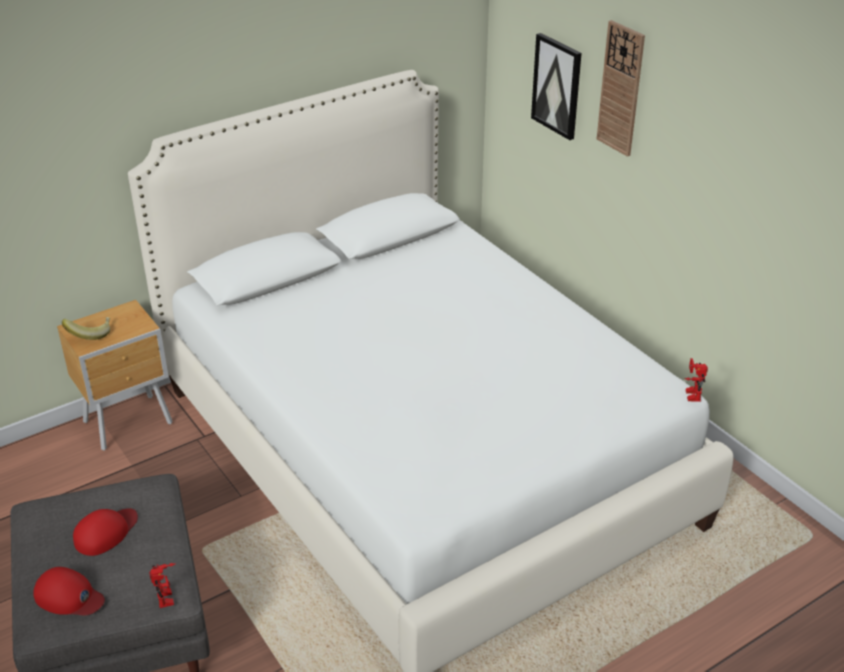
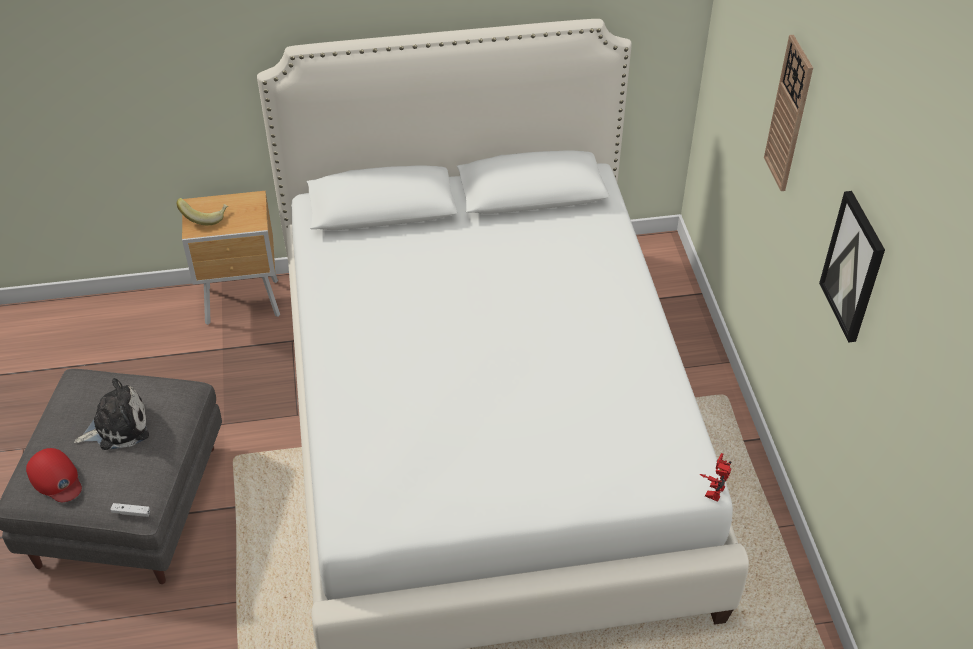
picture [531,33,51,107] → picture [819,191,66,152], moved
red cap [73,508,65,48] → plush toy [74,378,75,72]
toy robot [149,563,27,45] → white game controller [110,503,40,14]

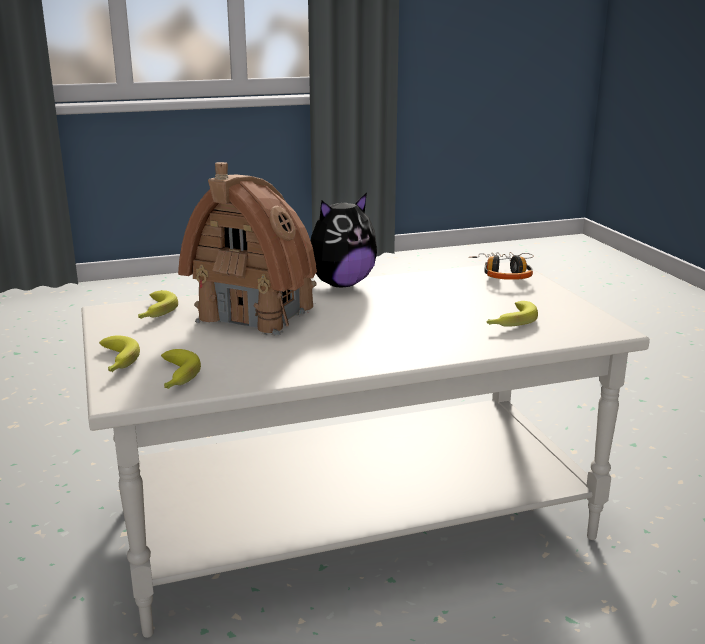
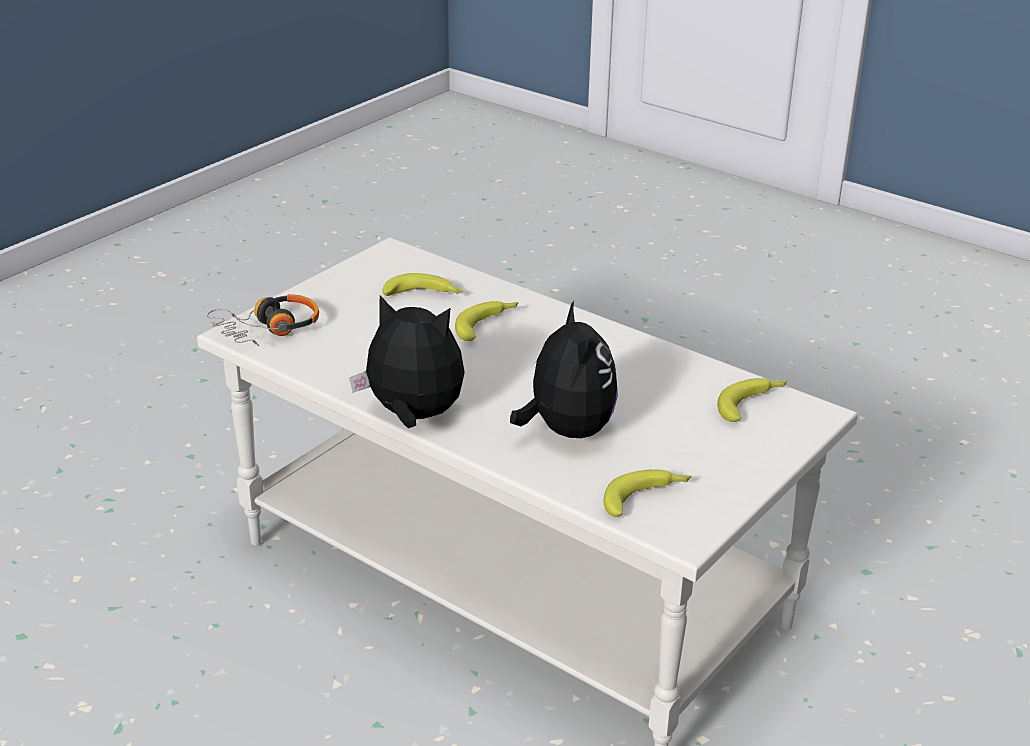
banana [99,335,41,37] → banana [455,301,63,40], moved
toy house [178,162,139,174] → plush toy [510,301,108,137]

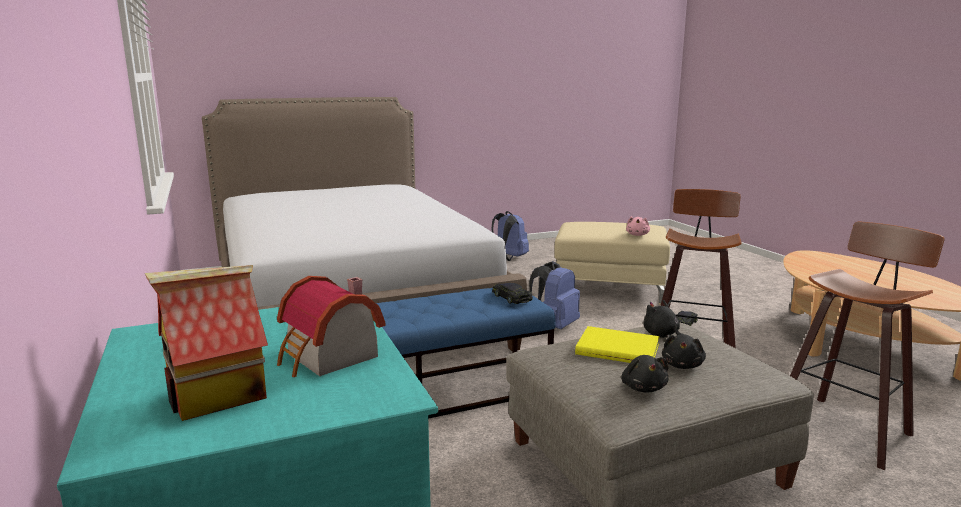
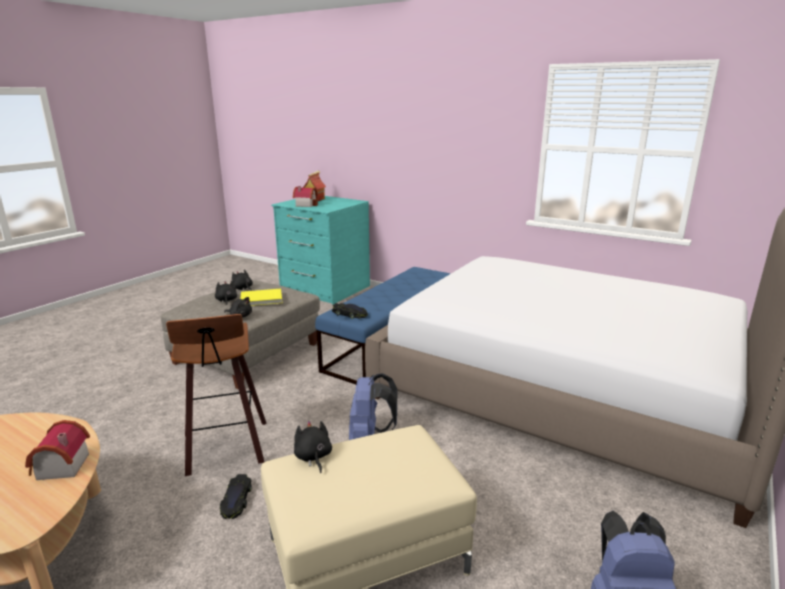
stool [790,222,155,248] → -
- → toy house [25,420,65,60]
pink plush toy [626,216,24,20] → black plush toy [294,421,38,52]

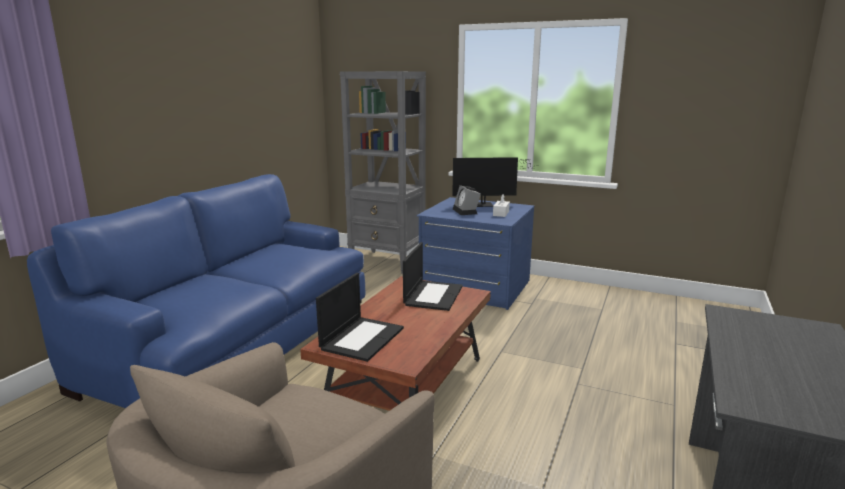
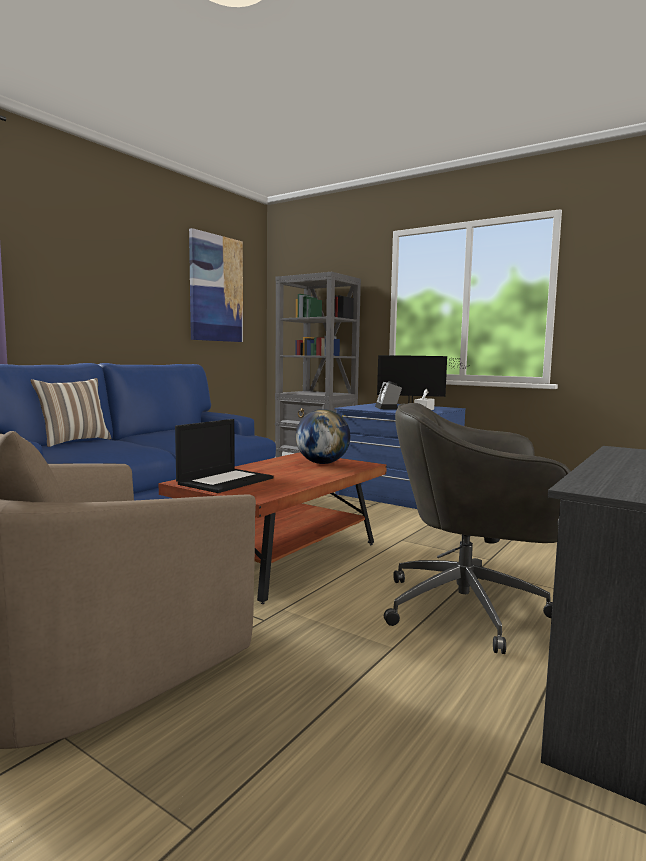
- → pillow [31,378,80,69]
- → picture [189,228,54,114]
- → grey office chair [384,403,187,251]
laptop [403,242,60,69] → globe [296,409,54,55]

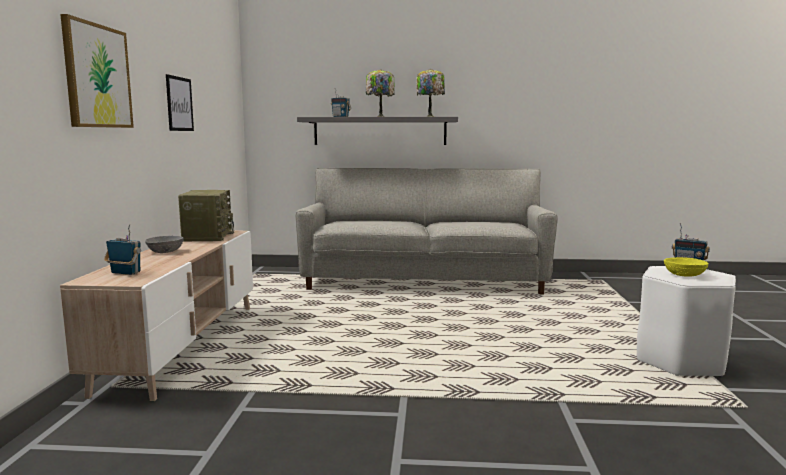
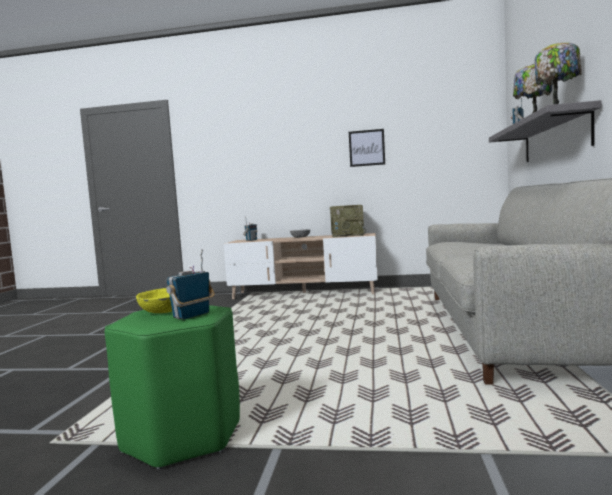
picture [60,14,74,114] → -
white stool [637,266,99,112] → green stool [104,305,136,164]

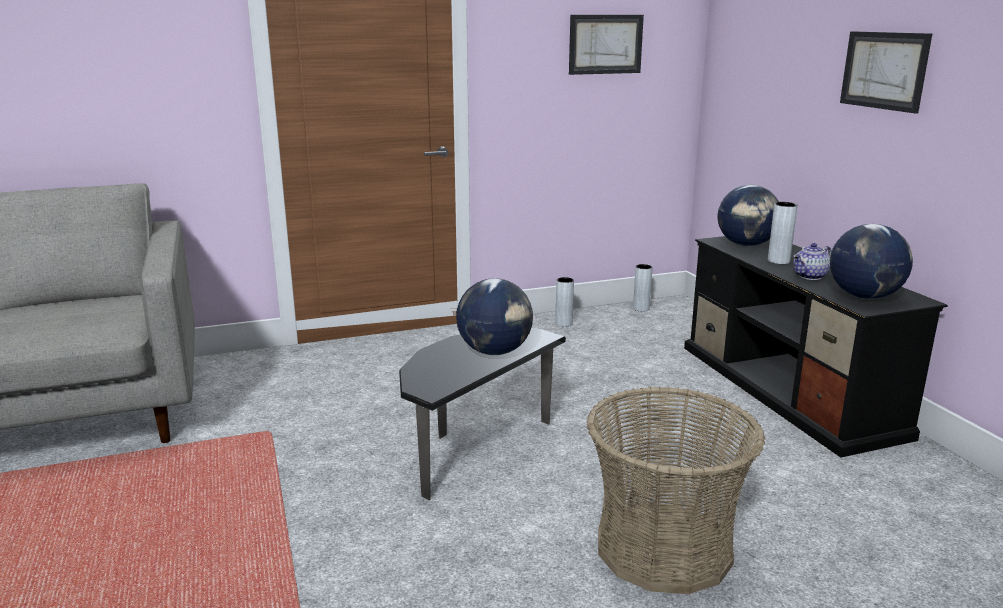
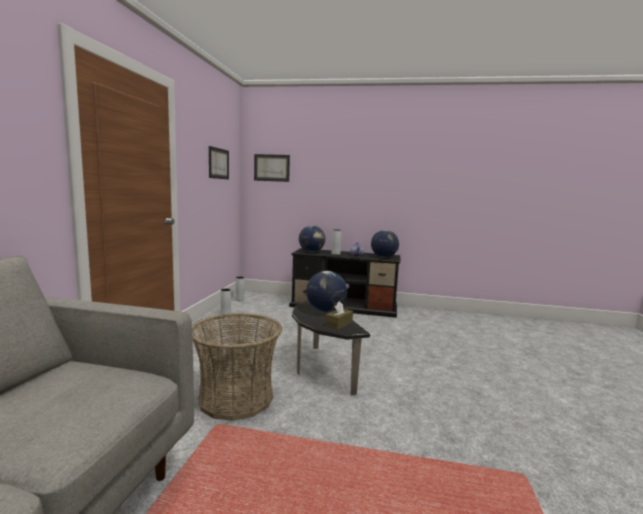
- → brown tissue box [326,301,27,29]
basket [587,387,178,207] → basket [192,313,90,108], moved
picture [840,31,92,83] → picture [254,154,36,28], moved

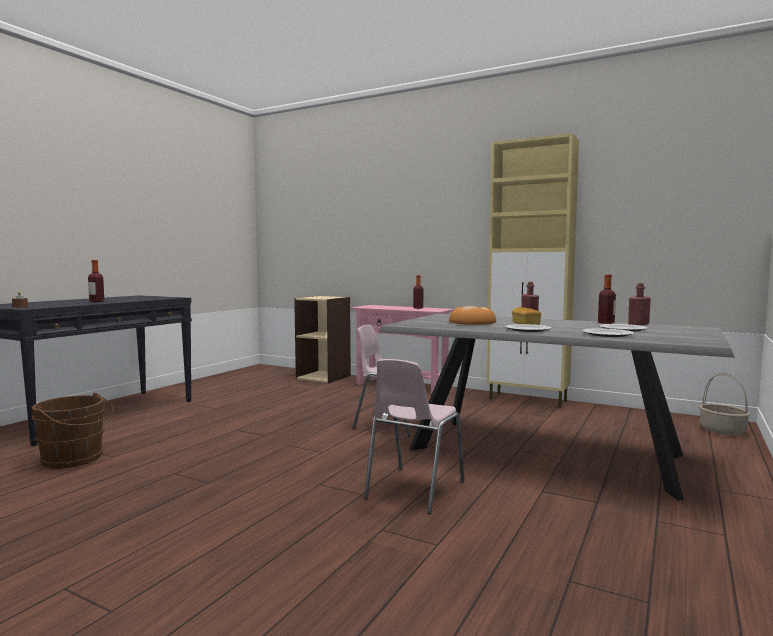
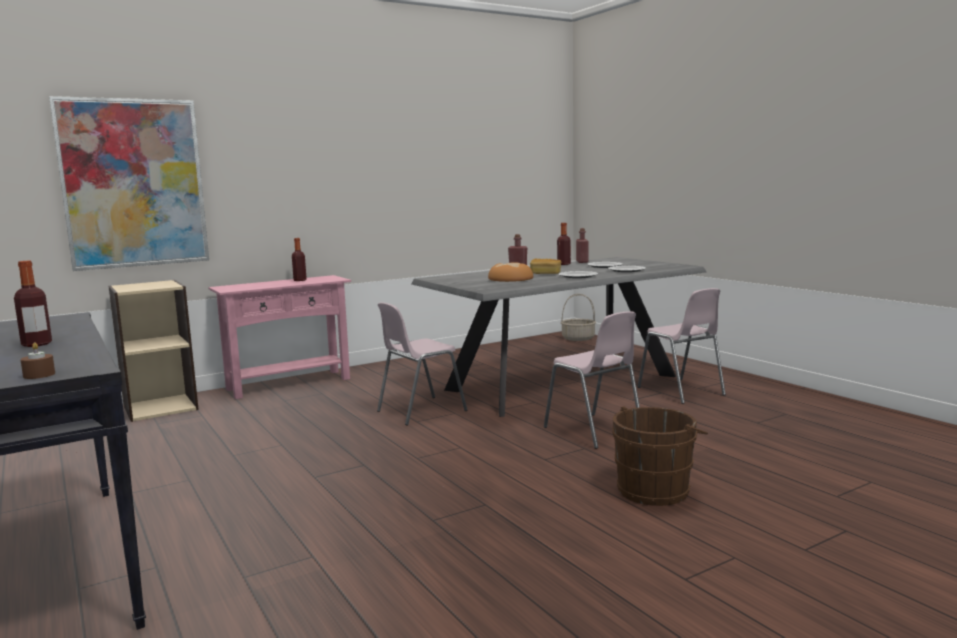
beige cabinet [487,133,92,275] → -
- → picture [49,96,160,175]
- → pink chair [637,288,89,116]
brown bucket [32,393,82,76] → brown bucket [612,406,96,100], moved

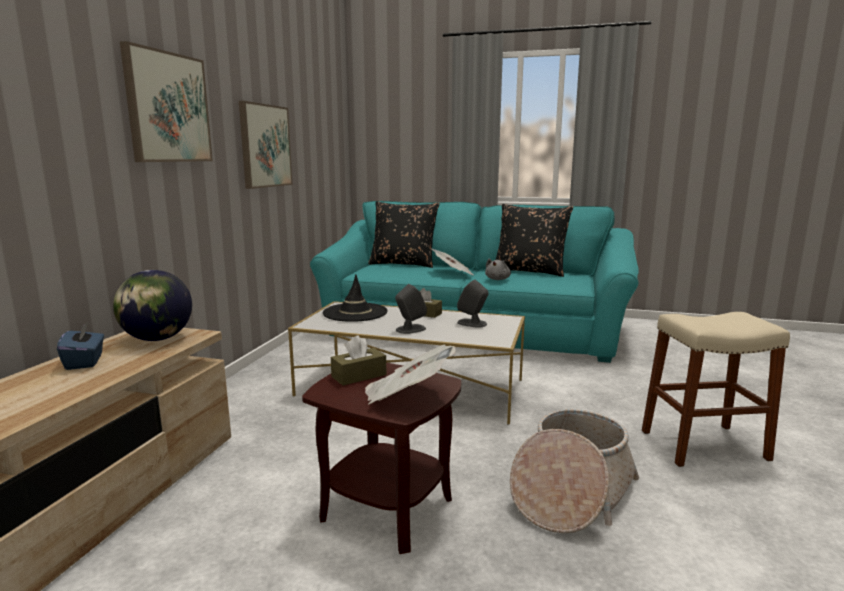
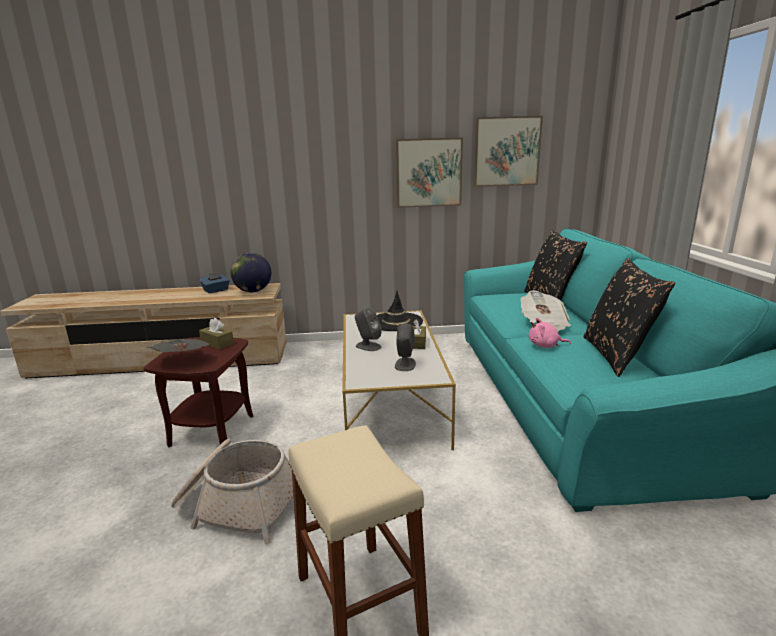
picture [120,41,93,121] → picture [473,116,70,71], moved
grey plush toy [485,259,26,21] → pink plush toy [529,318,42,30]

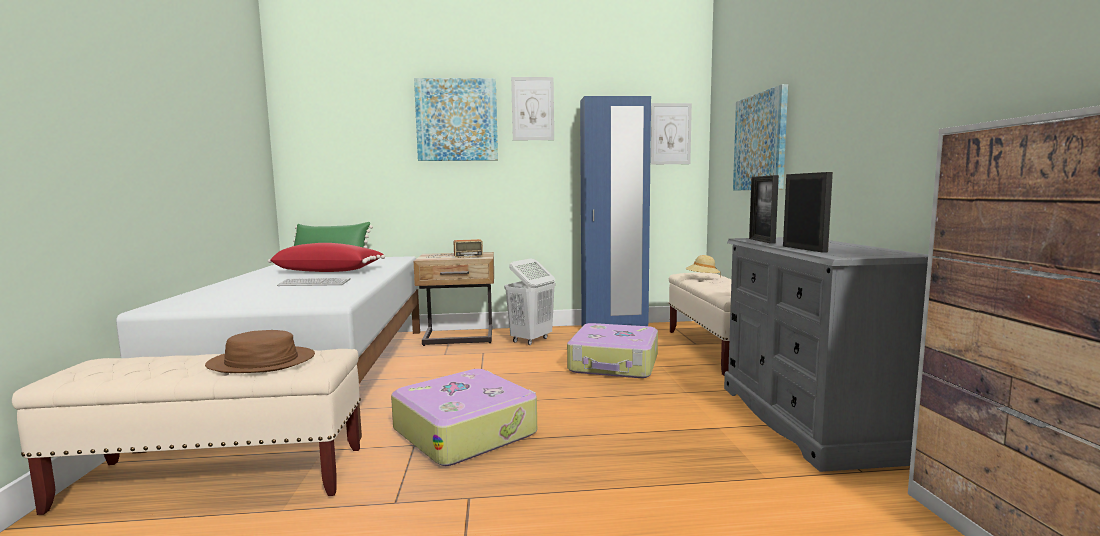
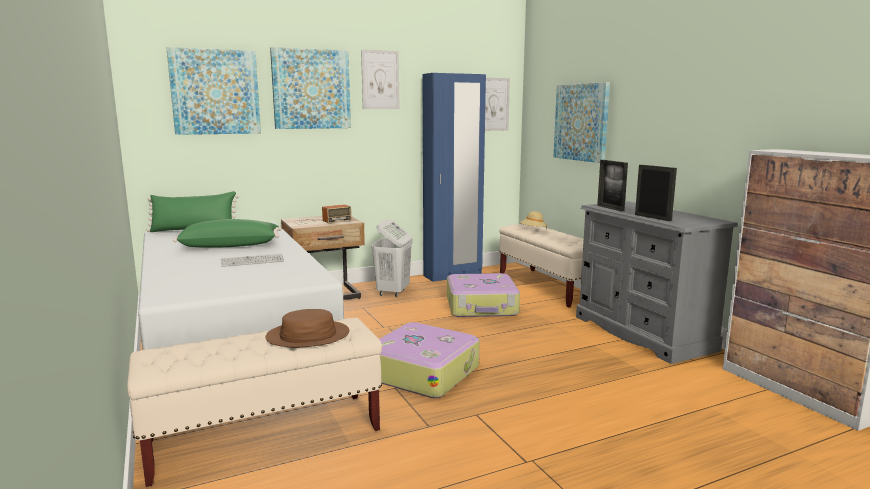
- → picture [167,47,94,88]
red pillow [268,243,117,29] → green pillow [173,219,109,29]

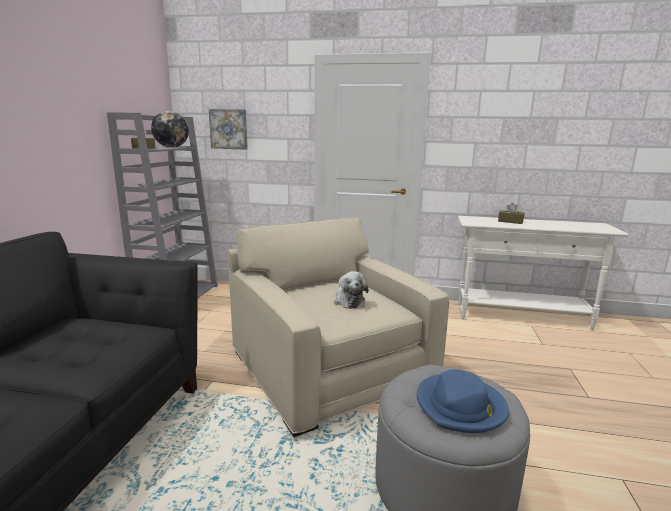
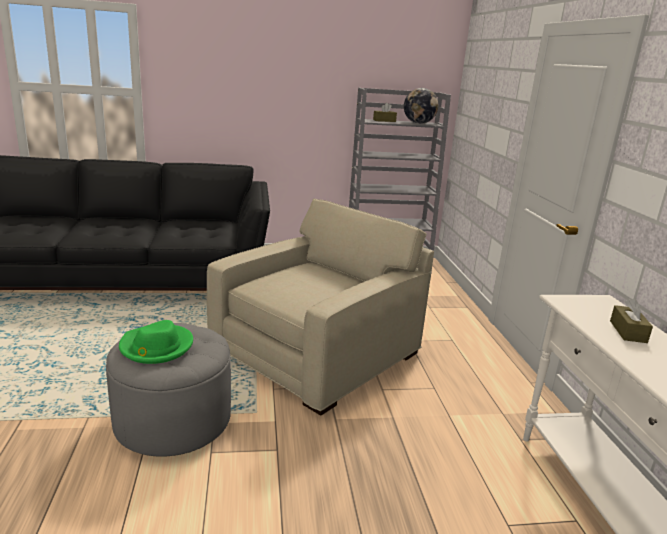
picture [209,109,39,41] → -
plush toy [334,271,35,38] → -
blue hat [417,369,92,64] → green hat [119,320,74,44]

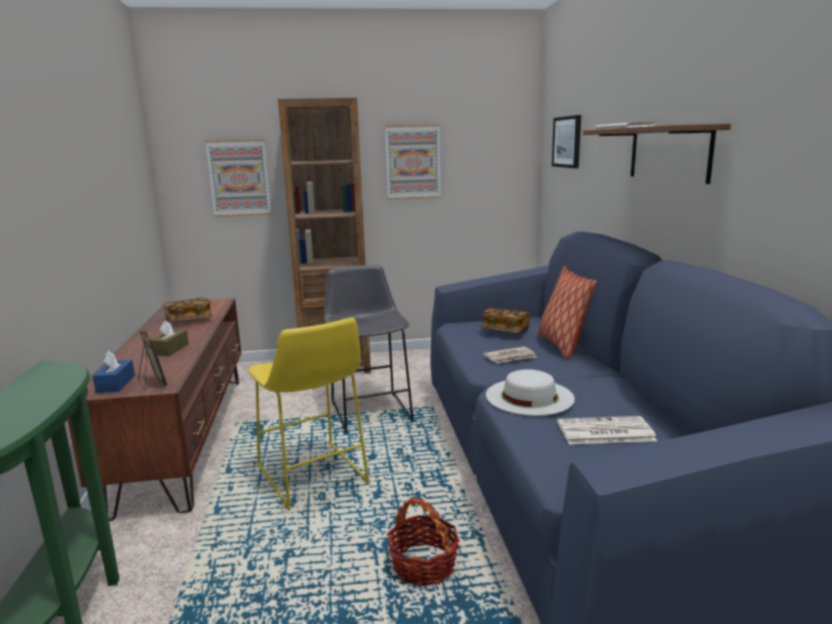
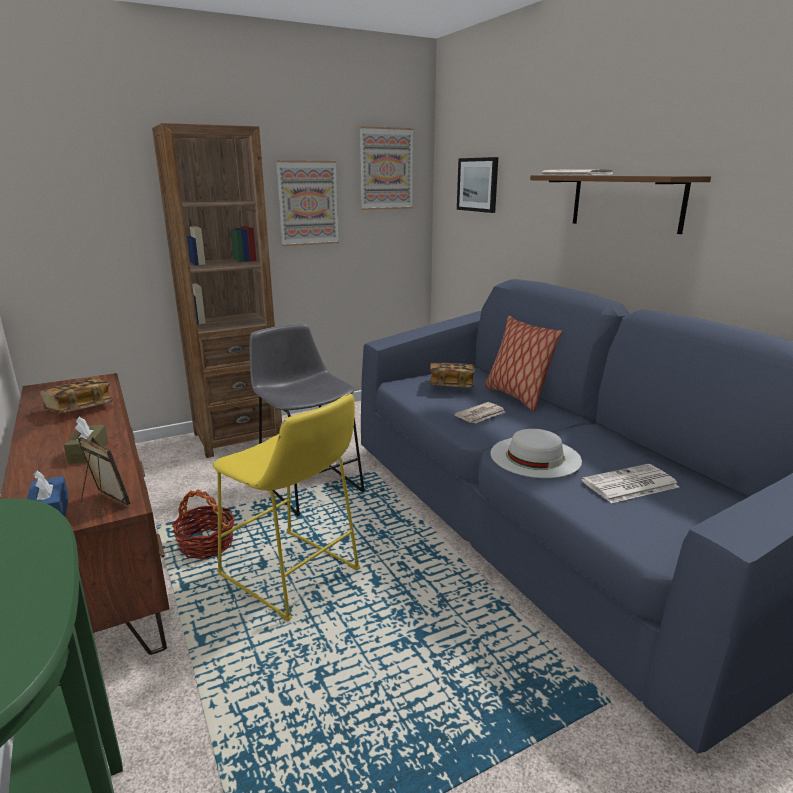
picture [205,139,66,78] → picture [359,126,55,84], moved
basket [388,497,72,90] → basket [172,489,63,70], moved

